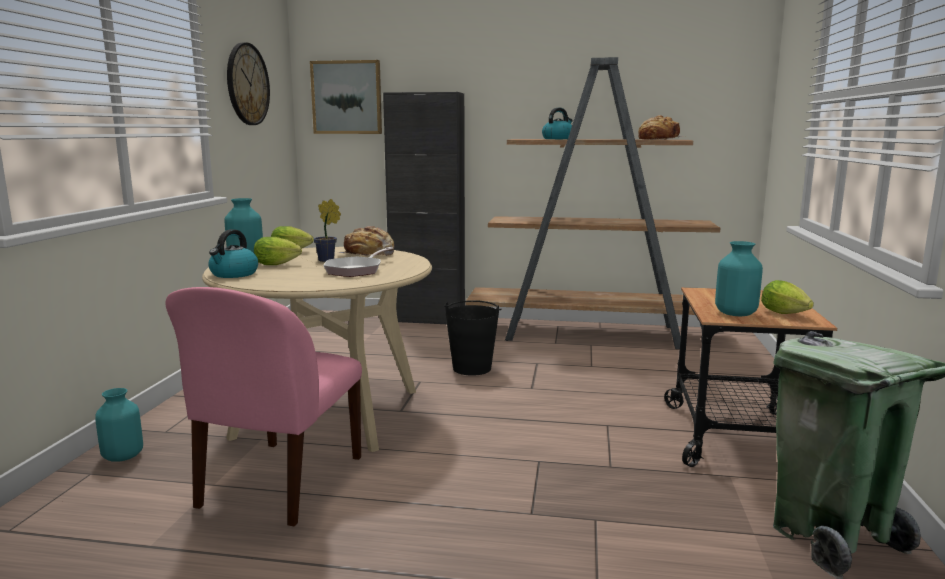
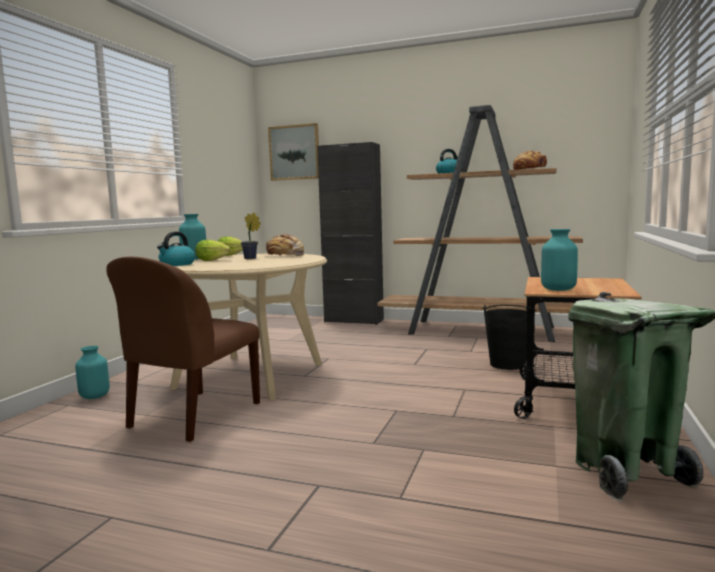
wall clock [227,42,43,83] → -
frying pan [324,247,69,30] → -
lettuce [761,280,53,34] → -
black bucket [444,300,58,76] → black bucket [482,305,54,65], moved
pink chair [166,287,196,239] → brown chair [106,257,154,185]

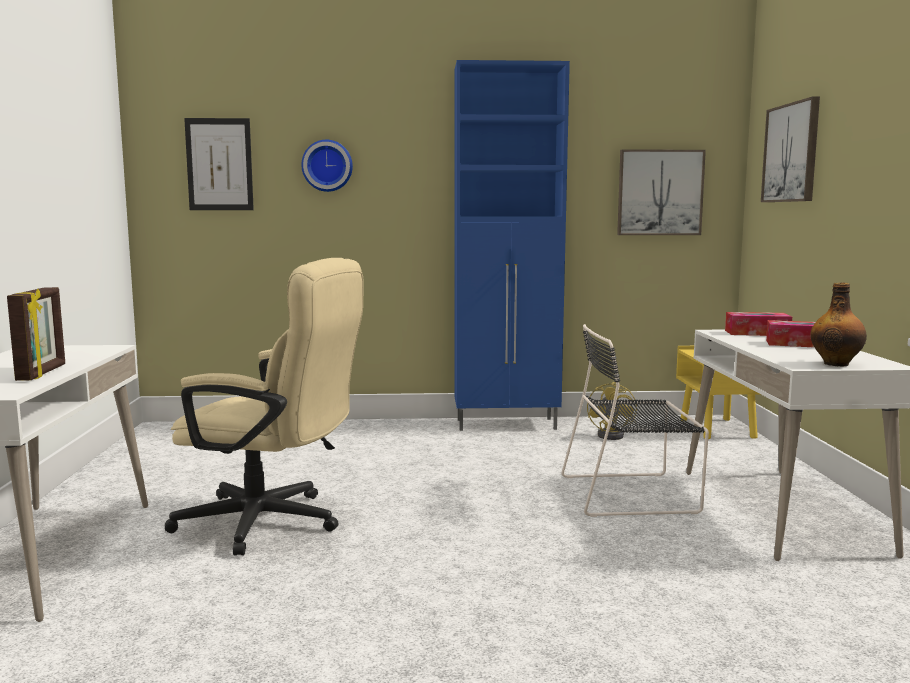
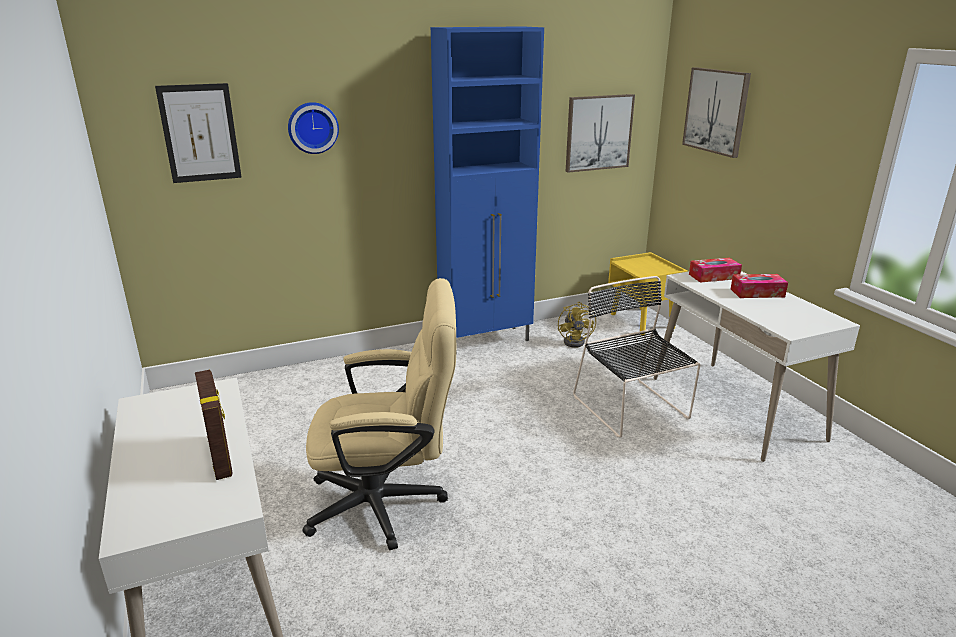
bottle [810,282,57,84] → -
black chair [561,324,148,193] → black chair [573,276,128,162], 90 degrees clockwise

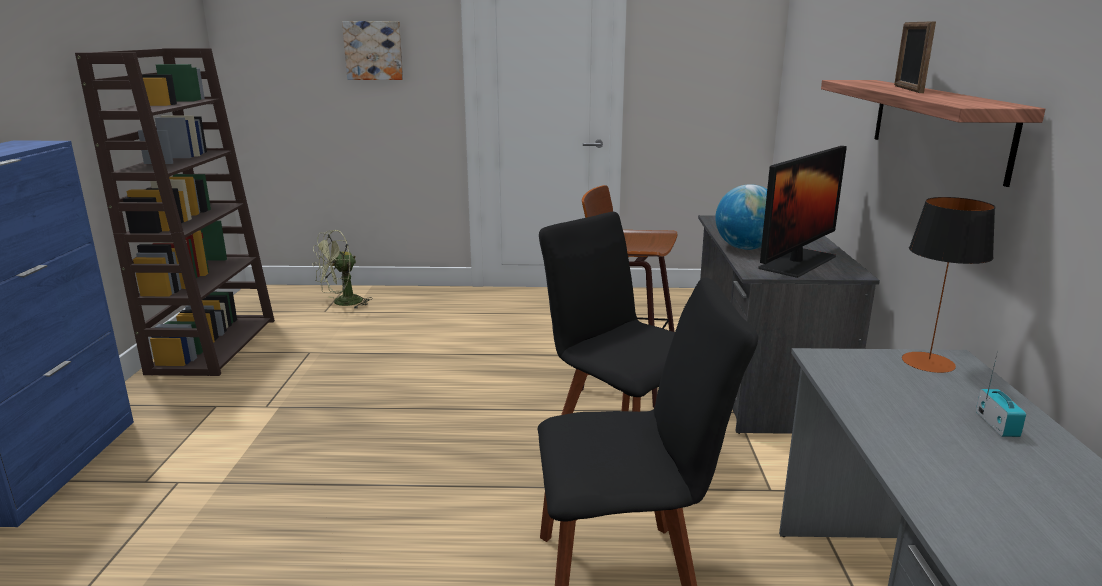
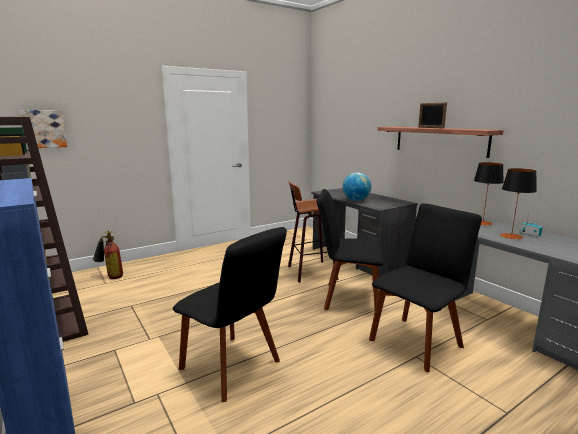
monitor [758,146,89,132] → -
- → black chair [173,227,114,175]
- → table lamp [500,168,37,71]
picture [342,21,61,59] → picture [18,110,49,39], moved
green fan [312,230,61,79] → fire extinguisher [93,231,30,48]

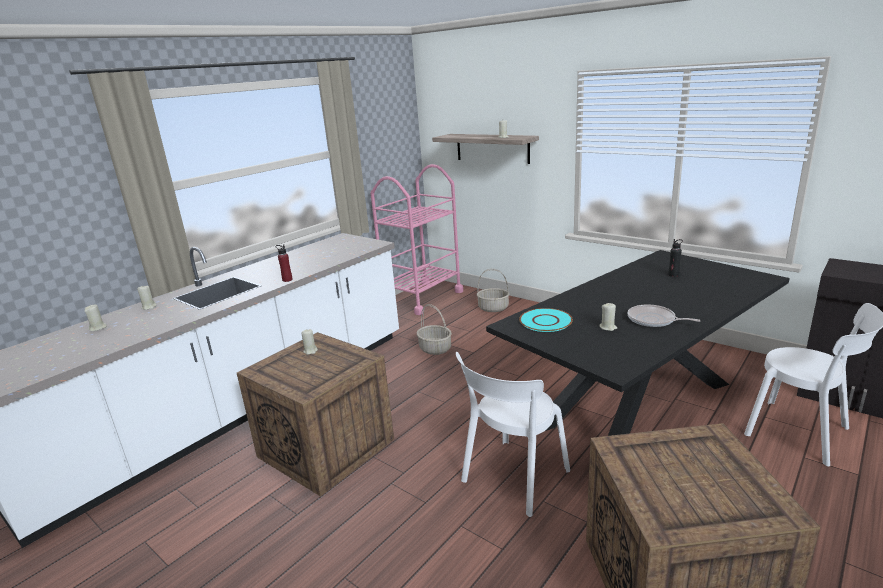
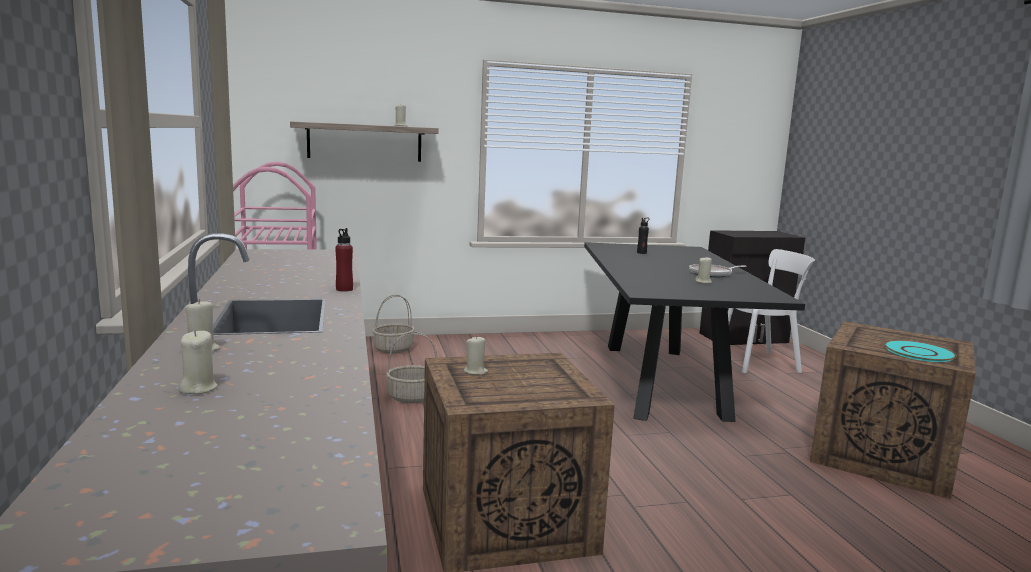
white chair [456,352,114,165] → -
turquoise plate [519,308,54,24] → turquoise plate [884,340,73,22], moved

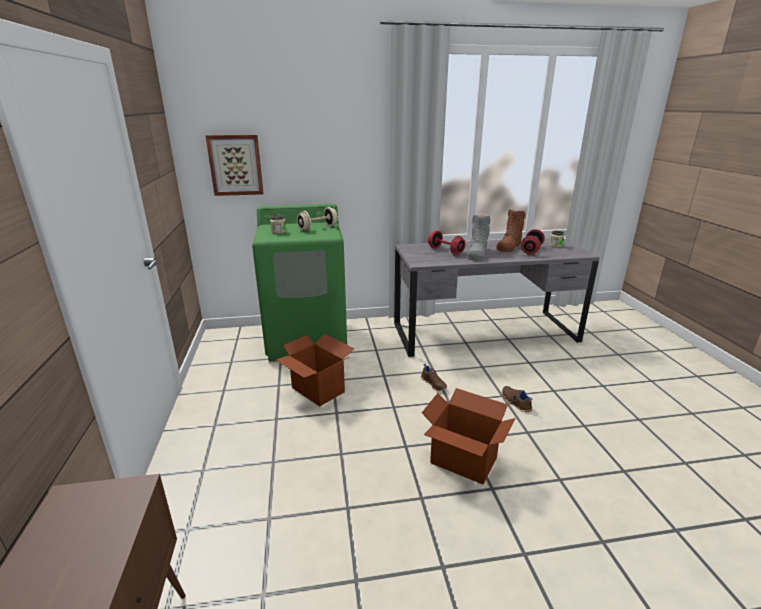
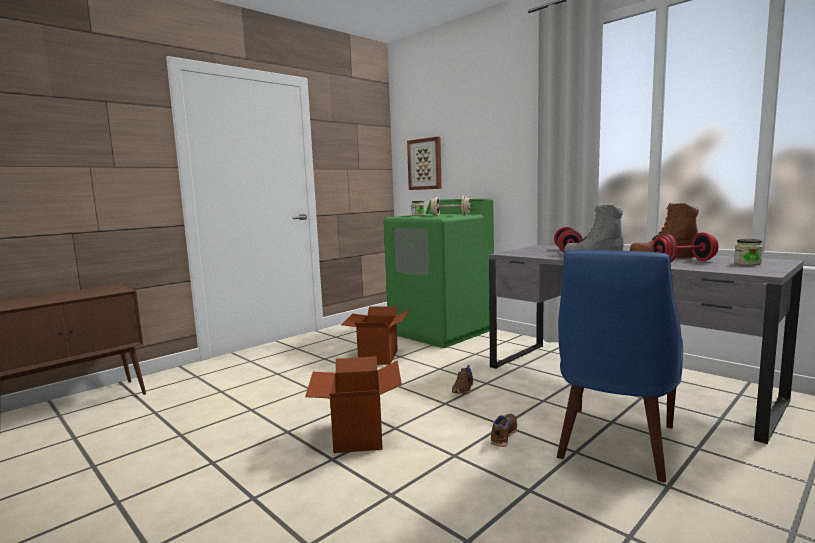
- → blue chair [557,250,126,232]

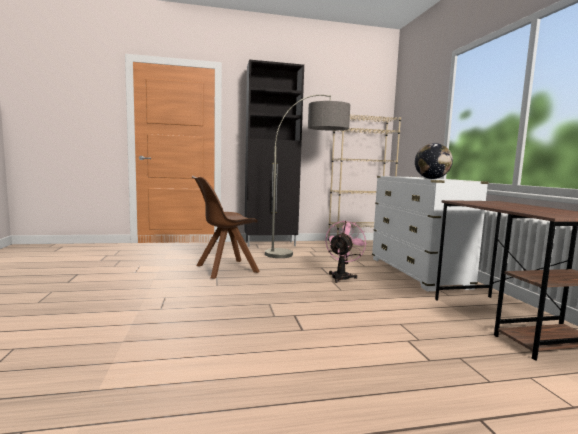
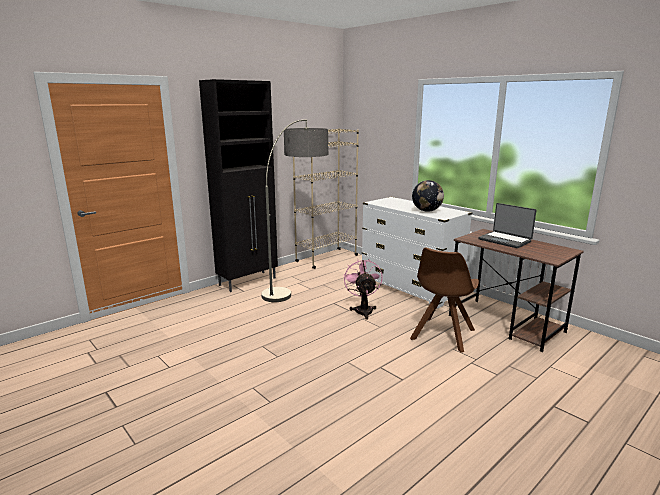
- → laptop [478,203,59,45]
brown chair [192,176,68,103] → brown chair [410,247,69,106], moved

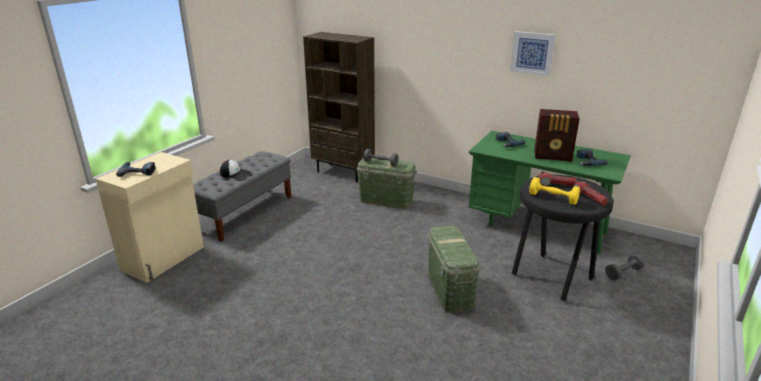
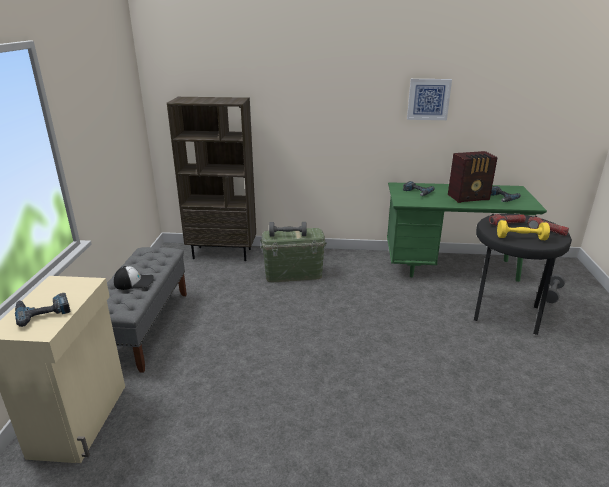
green storage box [428,225,52,88] → -

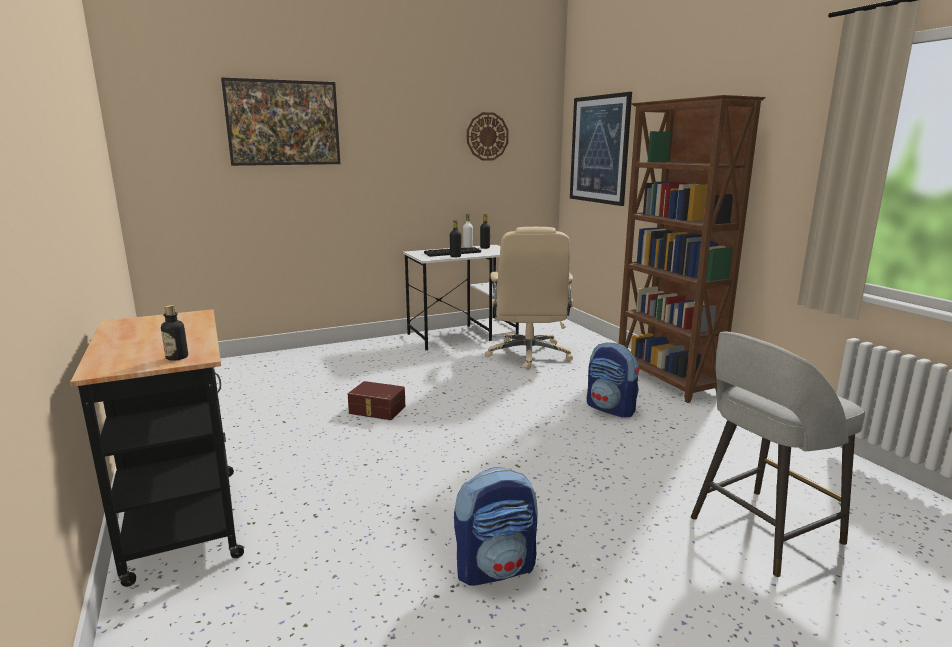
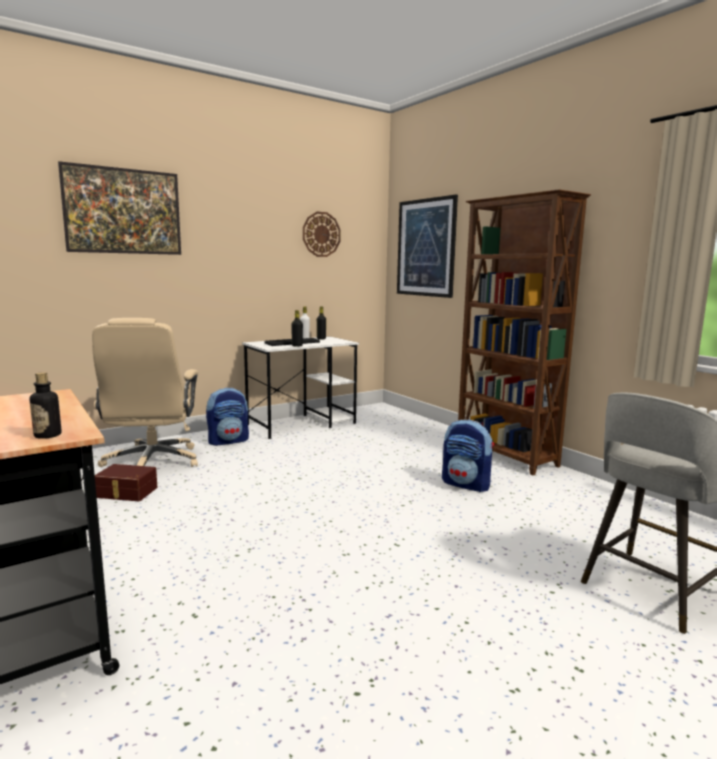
brown storage box [348,381,57,39] → brown storage box [95,464,62,37], moved
backpack [454,468,84,118] → backpack [206,388,43,58], moved
beige office chair [485,227,88,143] → beige office chair [92,318,106,149], moved

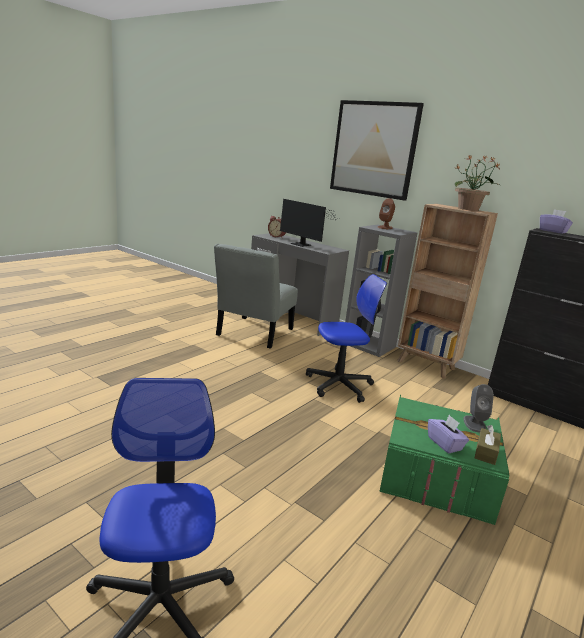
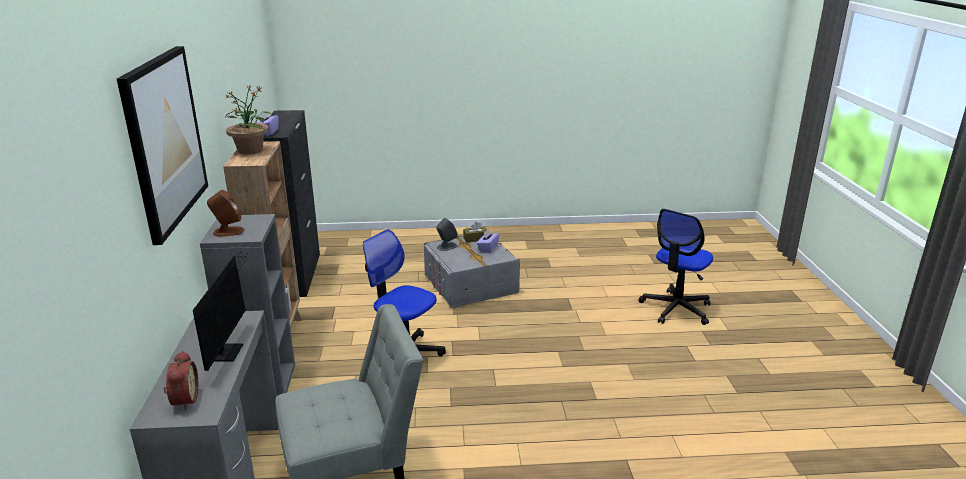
green storage box [379,395,130,130] → grey storage box [424,233,96,75]

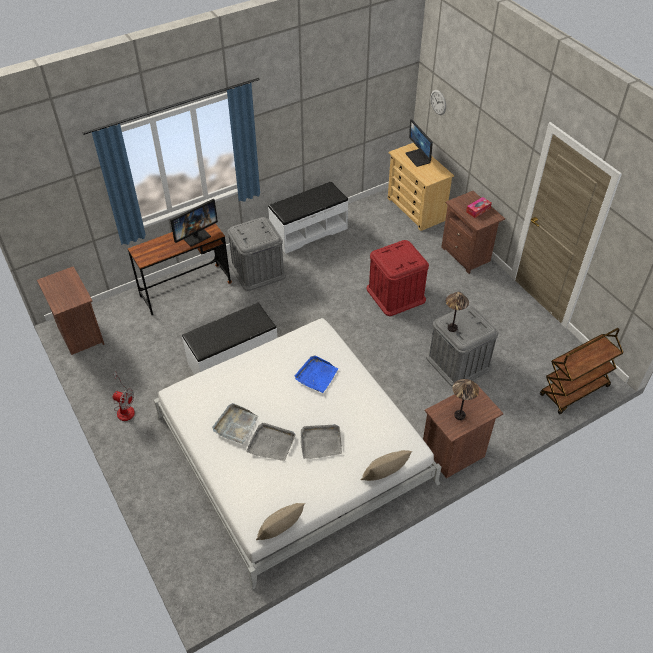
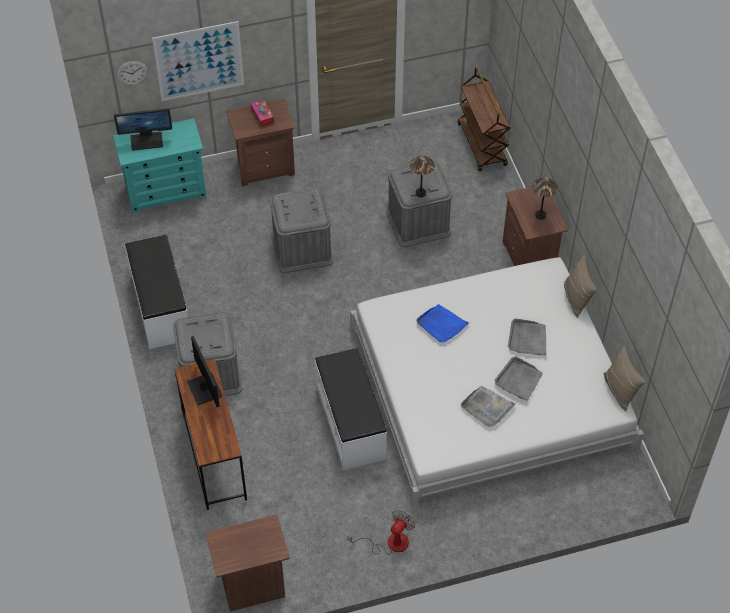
- → picture [152,21,92,80]
red storage box [367,240,62,76] → grey storage box [270,188,64,85]
beige dresser [388,143,66,88] → turquoise dresser [113,118,93,95]

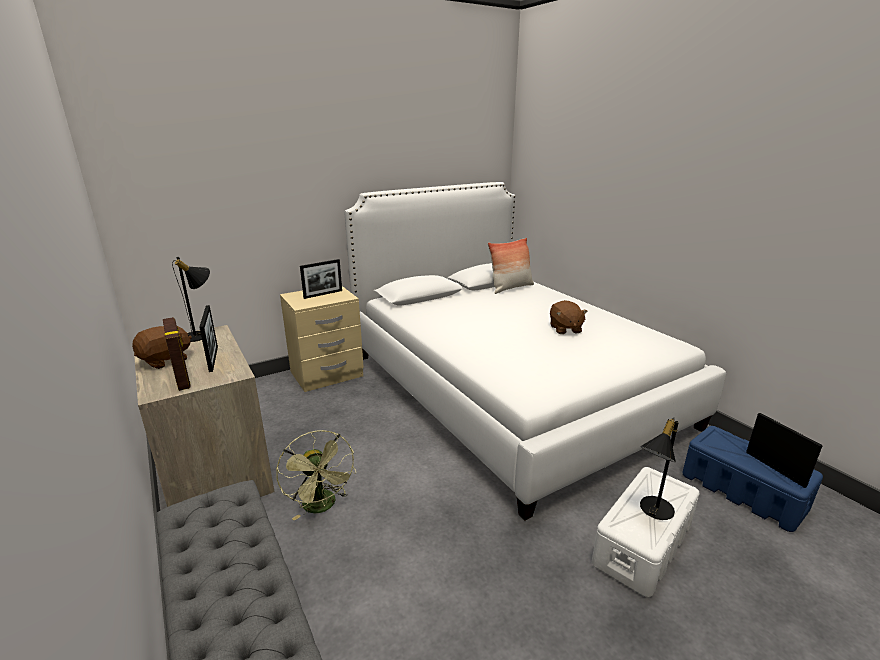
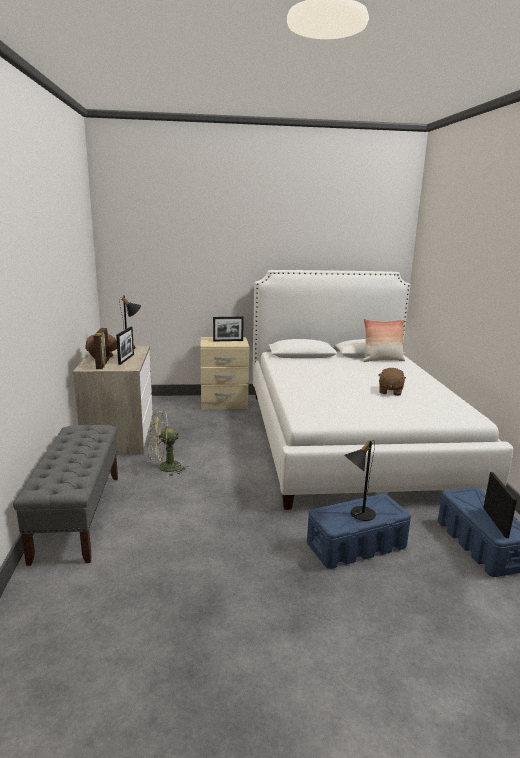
white storage box [592,467,108,130] → blue storage box [307,494,104,75]
green fan [276,430,80,91] → green fan [148,411,41,66], 75 degrees clockwise

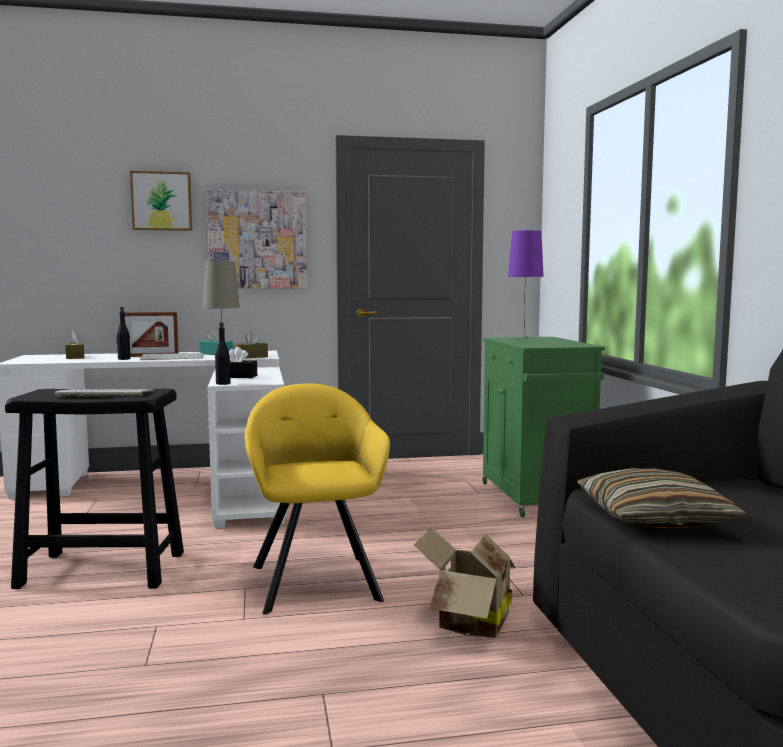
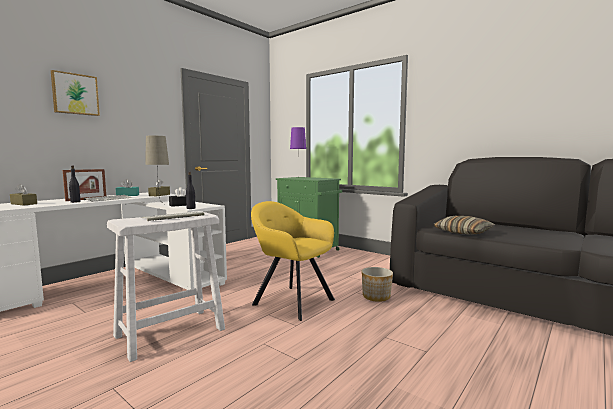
picture [207,190,100,98] → -
cardboard box [414,527,102,111] → planter [361,267,32,35]
black stool [5,389,179,200] → white stool [107,211,118,151]

